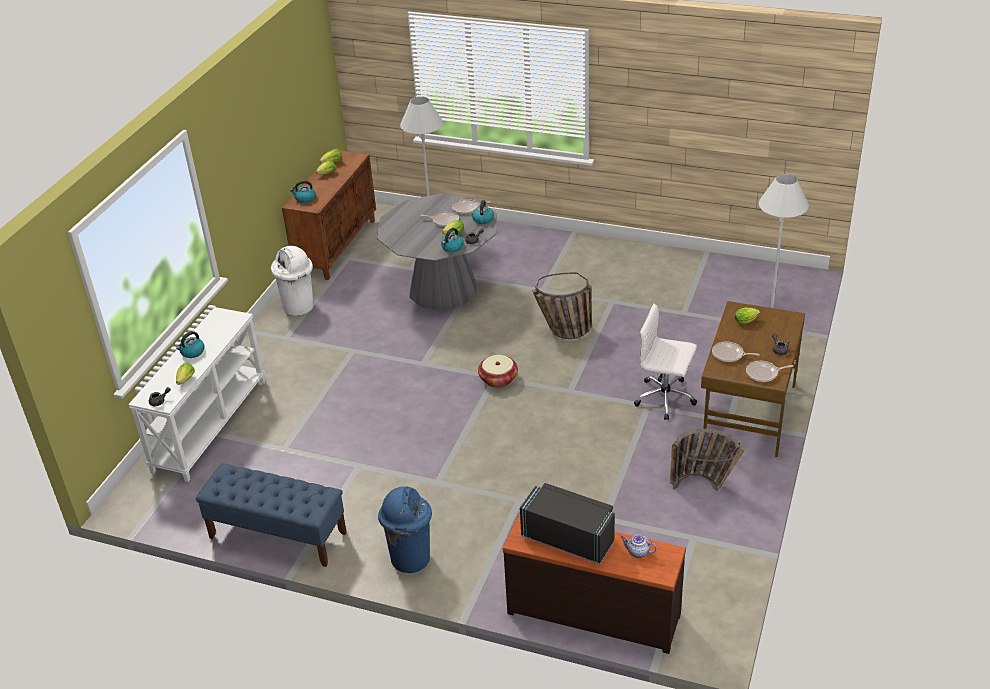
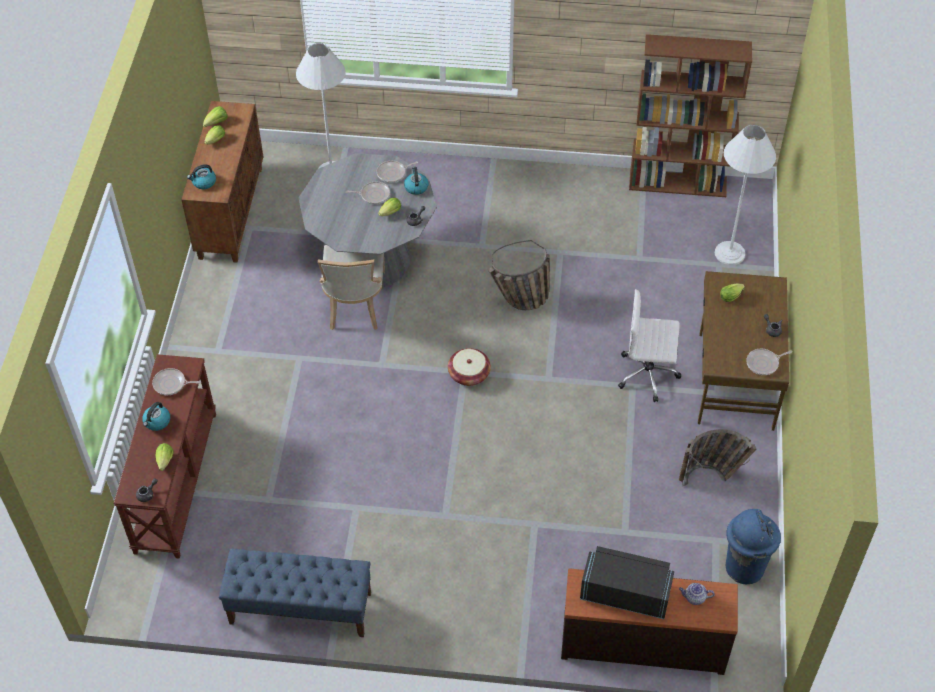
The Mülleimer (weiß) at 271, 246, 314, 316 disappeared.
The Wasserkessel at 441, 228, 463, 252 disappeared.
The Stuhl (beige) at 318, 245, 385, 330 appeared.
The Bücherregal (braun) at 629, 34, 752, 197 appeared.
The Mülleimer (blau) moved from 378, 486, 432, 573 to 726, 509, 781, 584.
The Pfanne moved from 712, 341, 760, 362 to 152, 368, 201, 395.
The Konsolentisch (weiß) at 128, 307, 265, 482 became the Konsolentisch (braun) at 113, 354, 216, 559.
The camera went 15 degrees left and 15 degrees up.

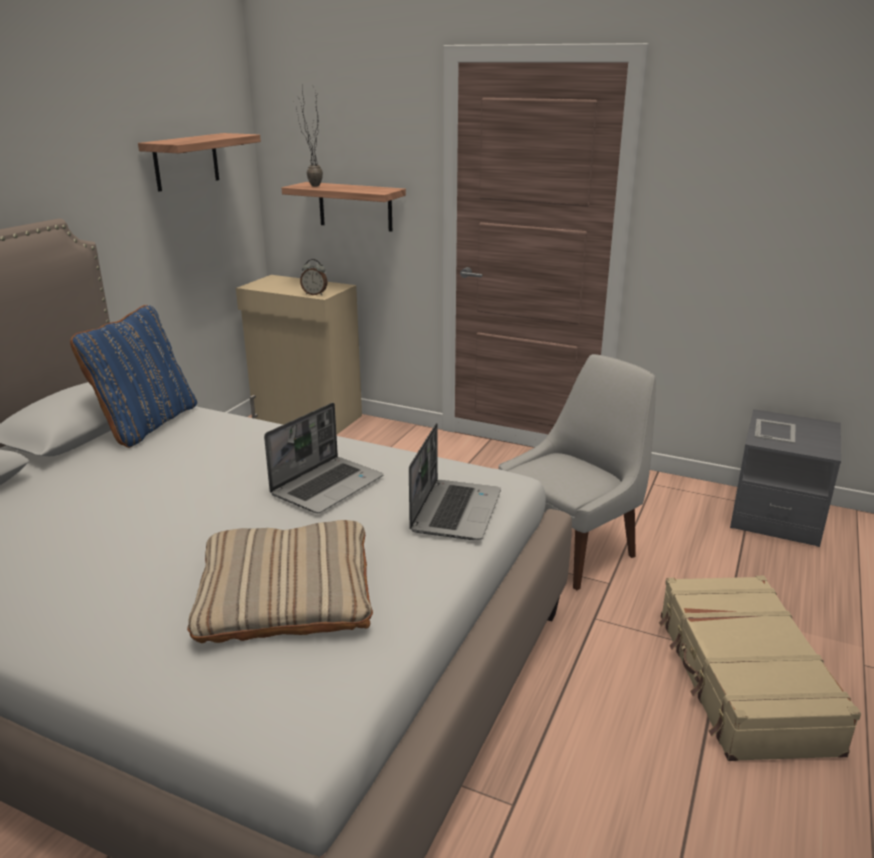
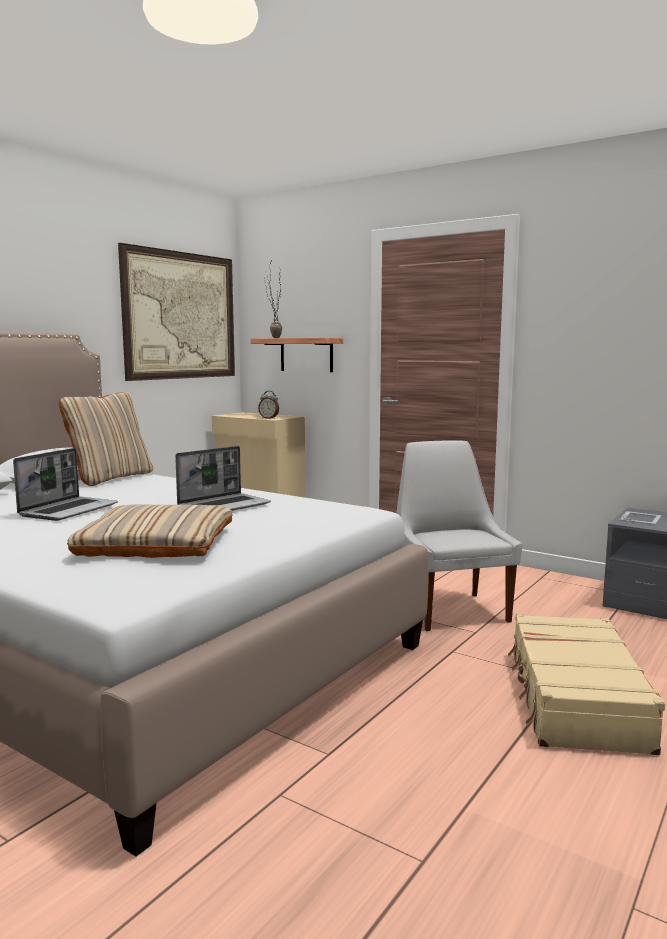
The Laptop moved from 409, 423, 501, 540 to 13, 448, 118, 521.
The Wandregal at 138, 133, 261, 192 was replaced by the Bild at 118, 243, 235, 381.
The Kissen (blau) at 70, 305, 197, 448 became the Kissen (beige) at 59, 392, 153, 486.
The Stuhl (weiß) at 499, 354, 656, 590 turned 75 degrees counterclockwise.
The camera went 10 degrees right and 15 degrees down.

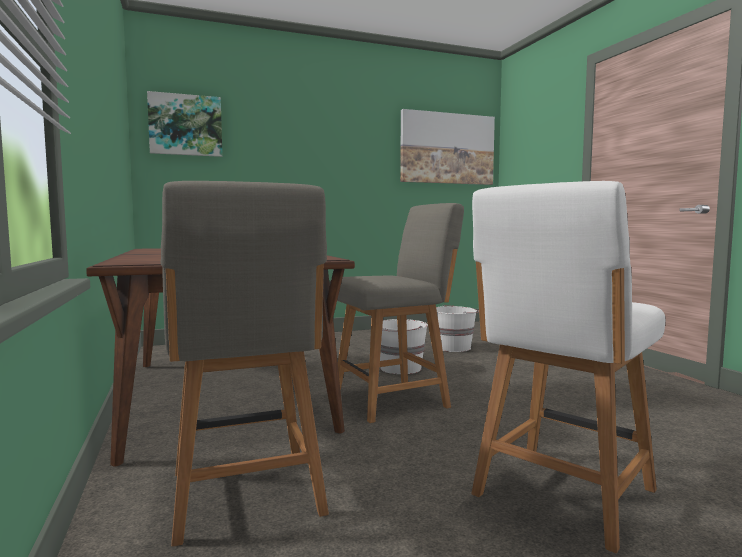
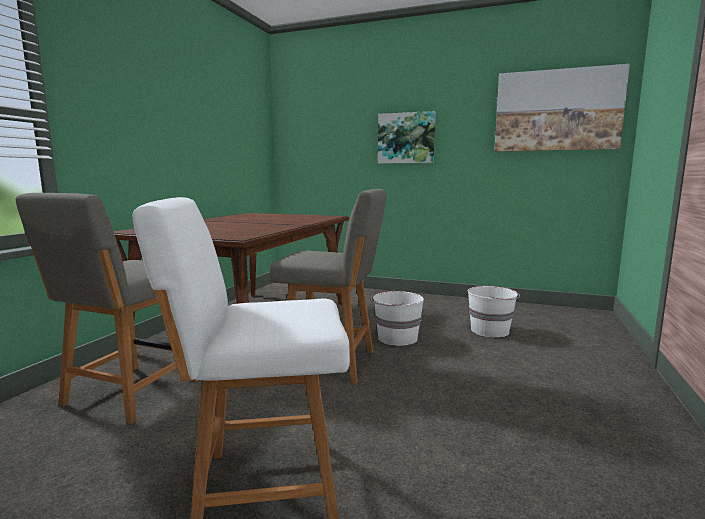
The Bild moved from 147, 91, 222, 157 to 378, 111, 436, 163.
The camera went 40 degrees right and 5 degrees up.

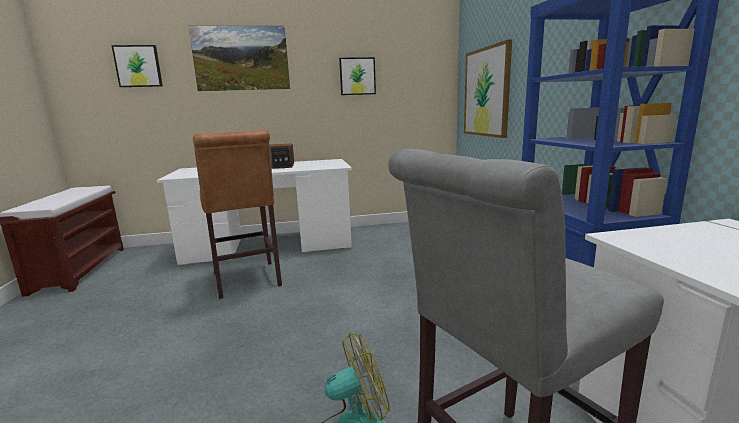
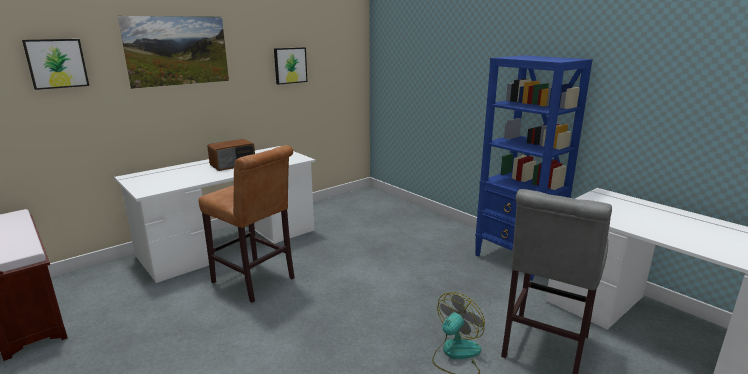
The Bild at 464, 39, 512, 138 disappeared.
The camera went 30 degrees left and 5 degrees up.

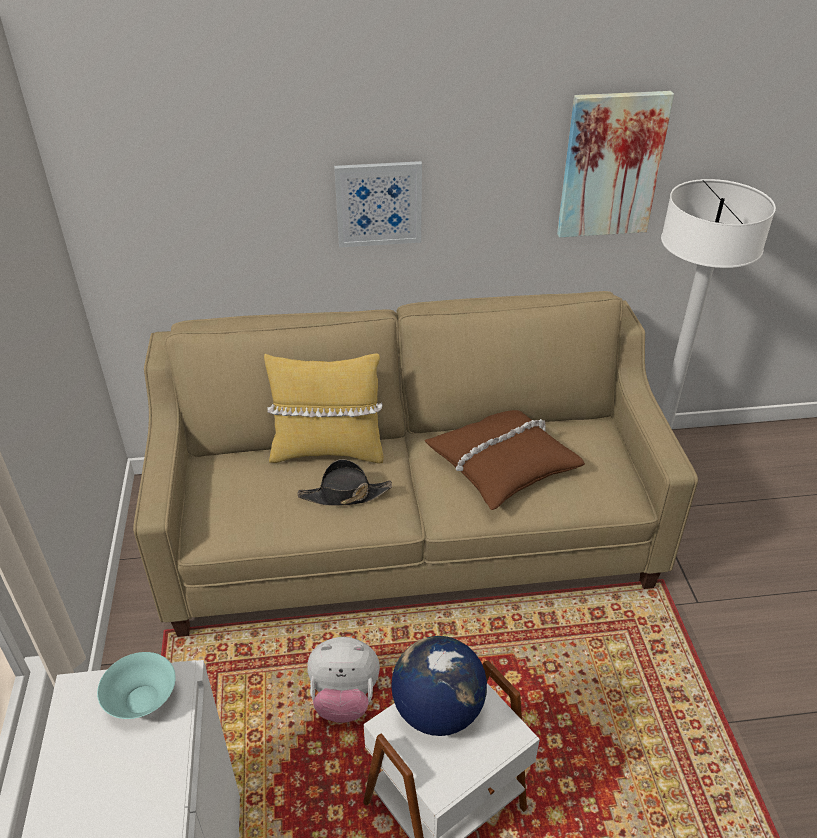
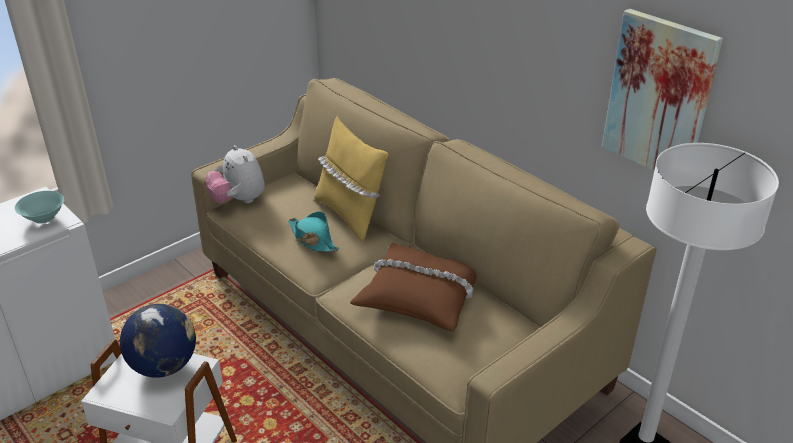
The Bild at 334, 161, 422, 247 disappeared.
The Plüschtier moved from 307, 637, 380, 723 to 206, 145, 265, 203.
The Hut (schwarz) at 298, 459, 392, 506 became the Hut (türkis) at 288, 211, 340, 252.
The camera went 55 degrees right and 5 degrees down.

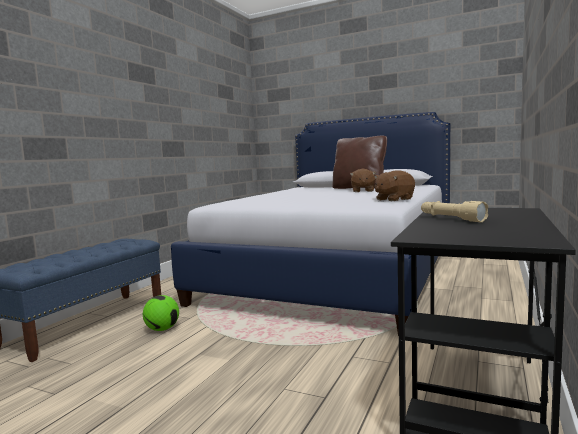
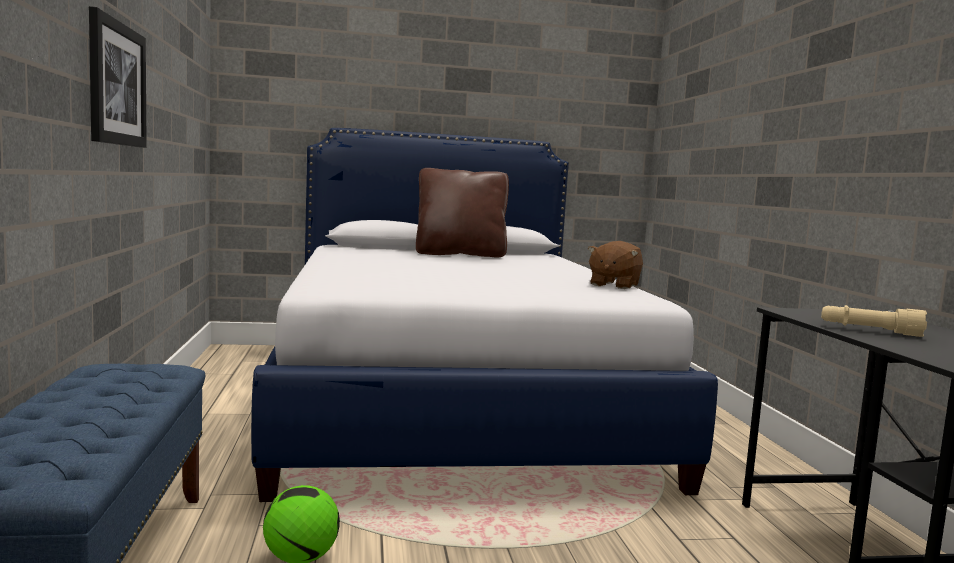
The Plüschtier (braun) at 350, 169, 376, 192 disappeared.
The Bild at 89, 6, 147, 148 appeared.
The camera went 35 degrees left and 0 degrees up.

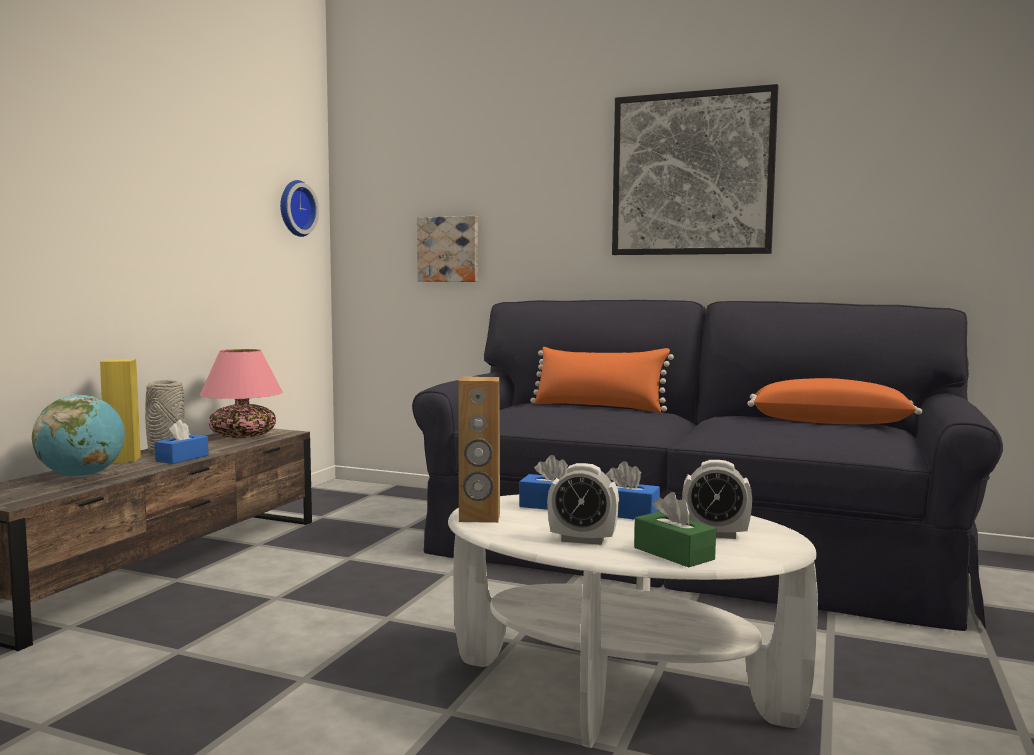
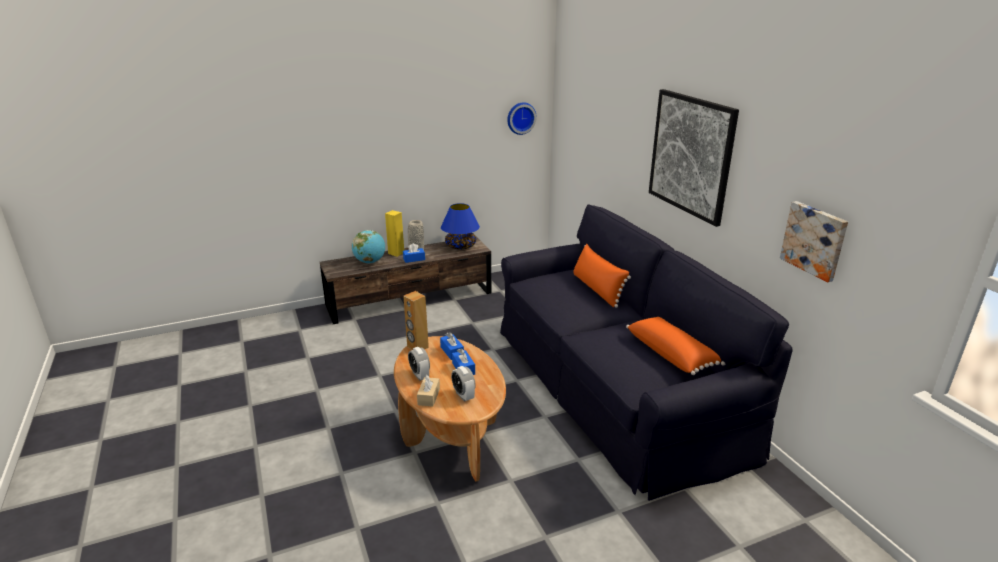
The Bild moved from 417, 216, 478, 282 to 780, 201, 848, 282.
The Tischlampe (rosa) at 200, 349, 283, 438 became the Tischlampe (blau) at 441, 203, 480, 249.
The Couchtisch (weiß) at 448, 494, 818, 748 became the Couchtisch (braun) at 394, 336, 506, 482.
The Taschentuchbox (grün) at 634, 492, 716, 567 became the Taschentuchbox (beige) at 417, 375, 440, 407.
The camera went 45 degrees right and 20 degrees up.

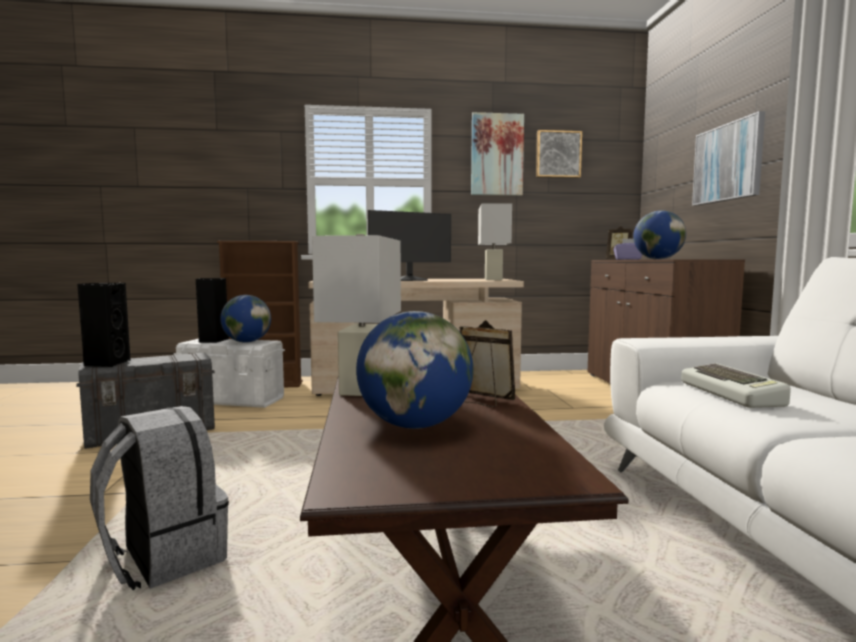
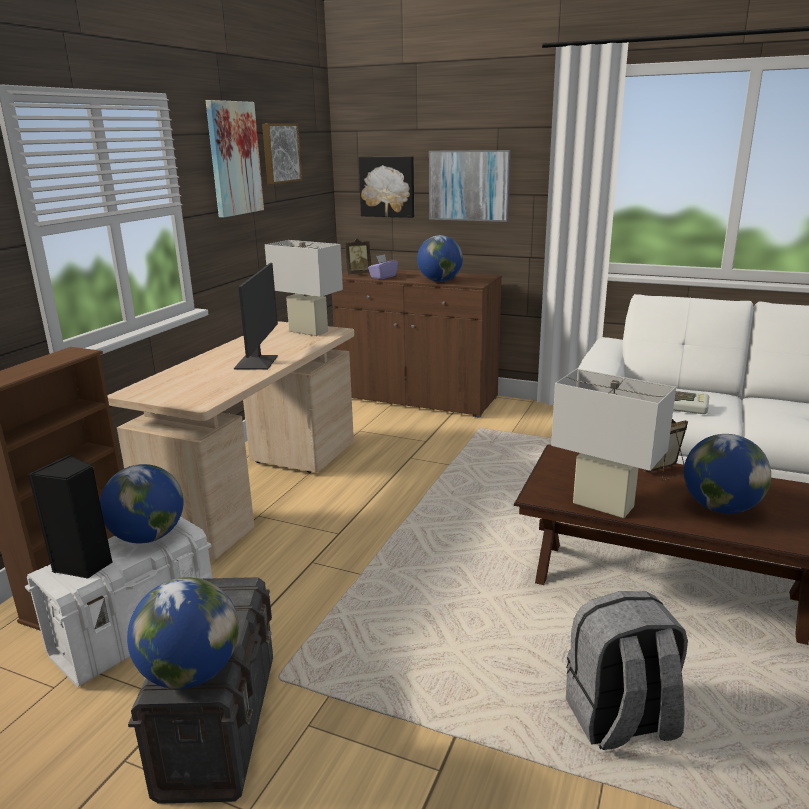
The Bild at 358, 156, 414, 218 appeared.
The Lautsprecher (schwarz) at 77, 283, 131, 367 was replaced by the Globus at 127, 577, 239, 689.
The camera went 60 degrees left and 15 degrees up.

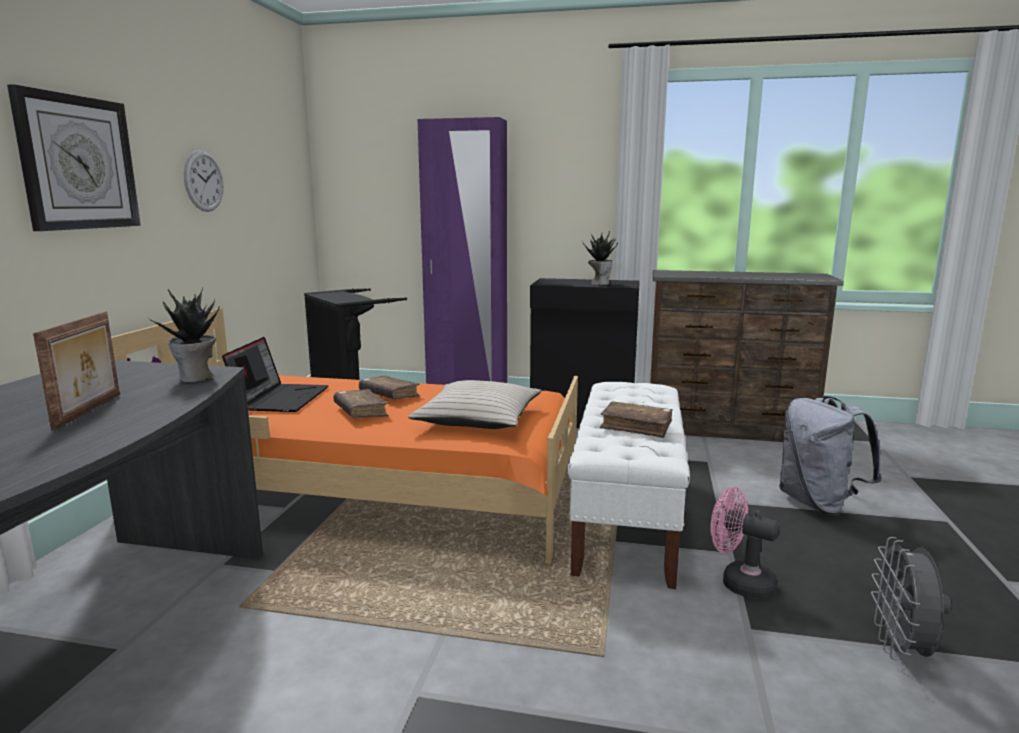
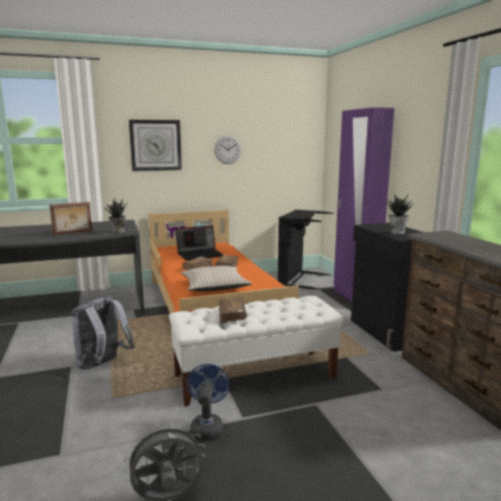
The Rucksack (grau) moved from 779, 396, 882, 516 to 71, 296, 135, 370.
The Ventilator (rosa) at 710, 487, 780, 599 became the Ventilator (blau) at 187, 364, 230, 440.
The camera went 60 degrees right and 0 degrees up.

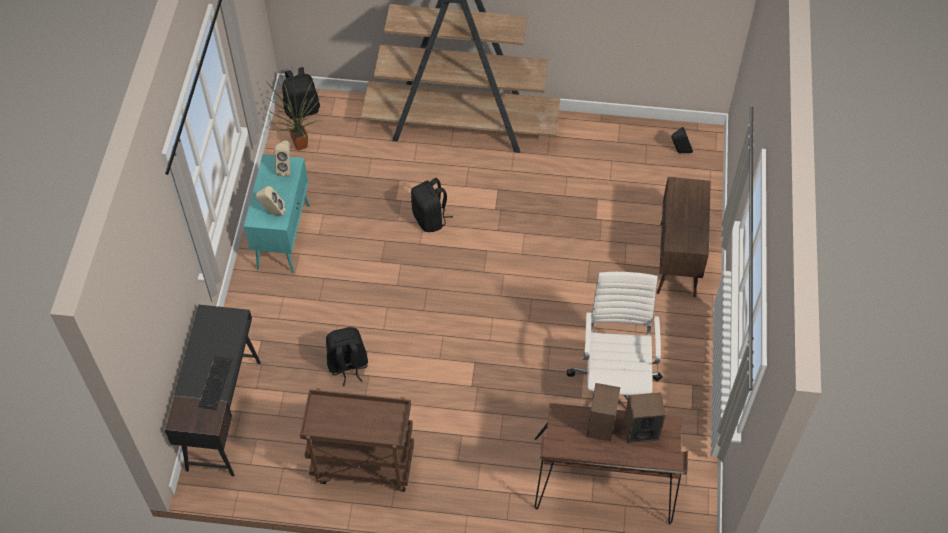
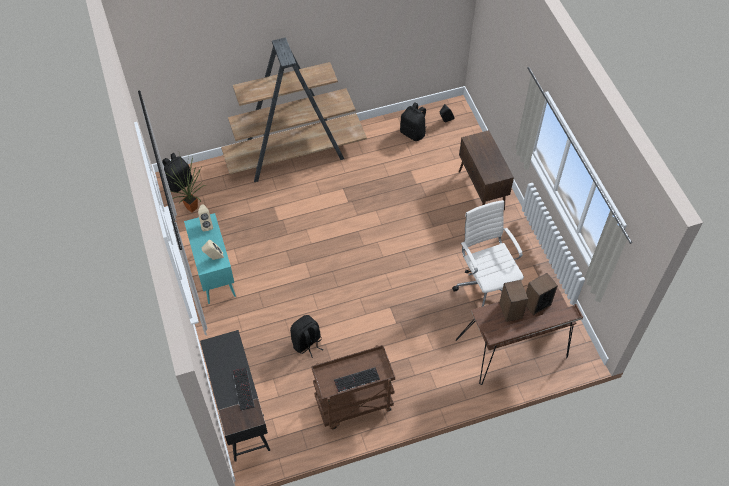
The Tastatur at 334, 367, 380, 392 appeared.
The Rucksack (schwarz) moved from 411, 178, 453, 232 to 400, 102, 426, 141.
The camera went 25 degrees left and 0 degrees up.

